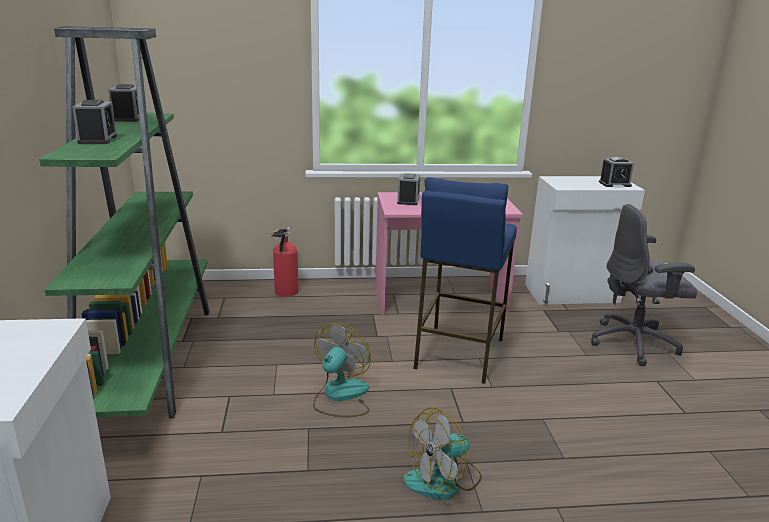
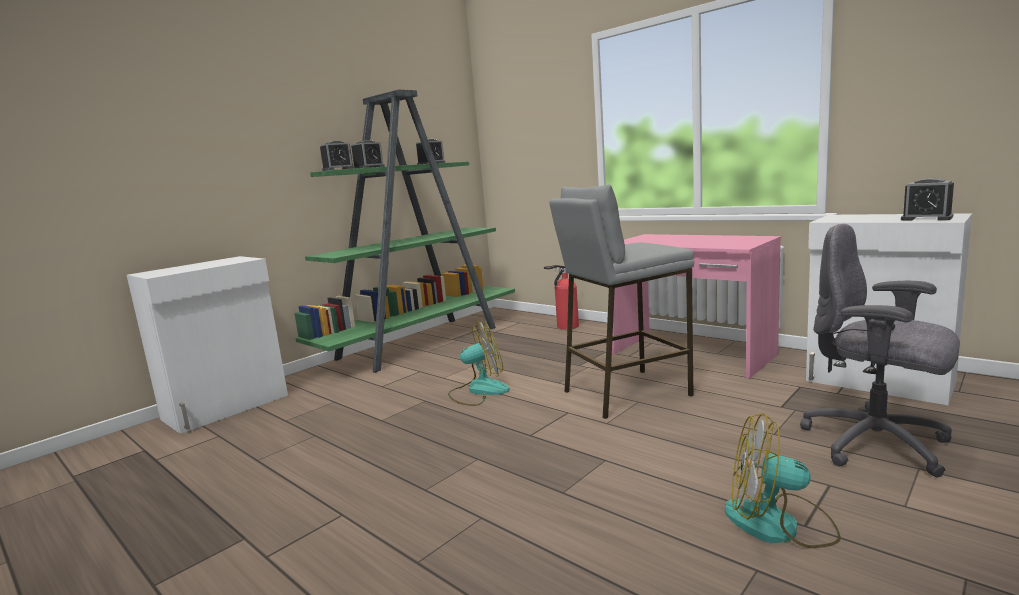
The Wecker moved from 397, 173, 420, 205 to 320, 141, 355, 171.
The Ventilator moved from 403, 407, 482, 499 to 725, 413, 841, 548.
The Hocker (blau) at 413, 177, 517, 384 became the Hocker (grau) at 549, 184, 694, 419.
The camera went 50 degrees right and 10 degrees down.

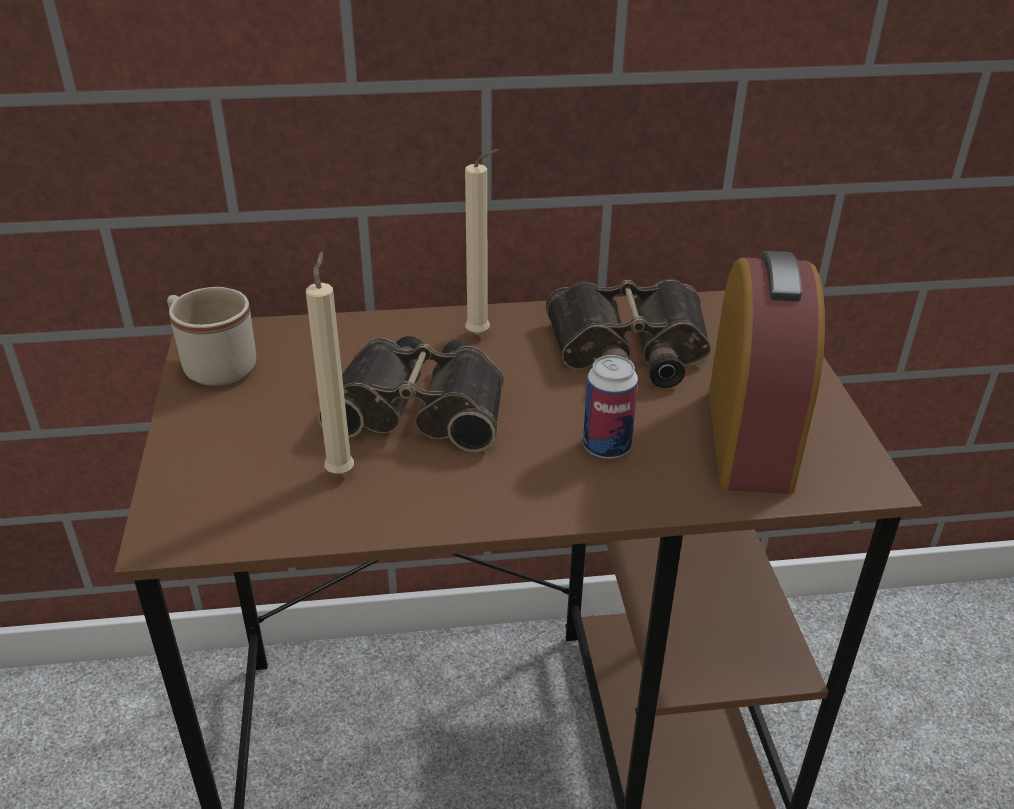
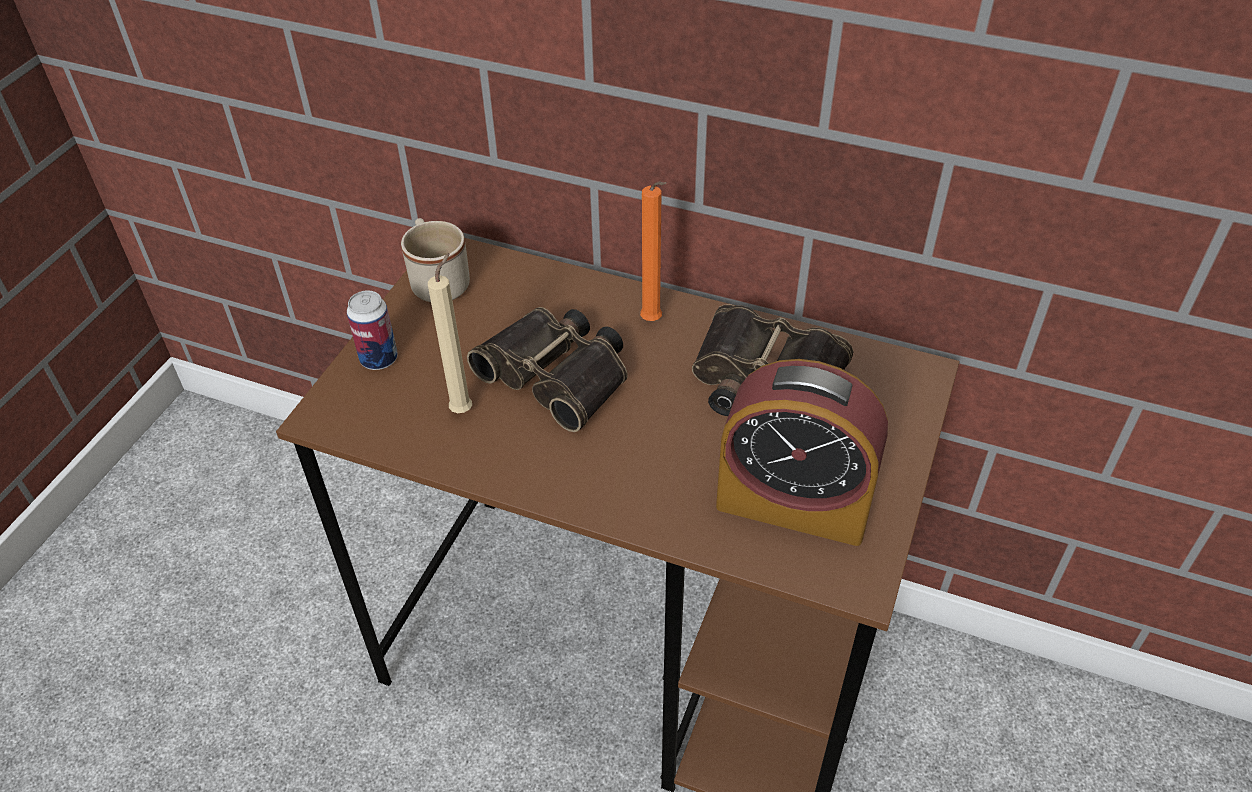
The Dose moved from 583, 355, 638, 459 to 347, 290, 398, 370.
The Kerze (beige) at 465, 149, 499, 335 became the Kerze (orange) at 640, 182, 667, 321.
The Wecker at 709, 251, 825, 494 turned 75 degrees clockwise.
The camera went 30 degrees right and 10 degrees up.

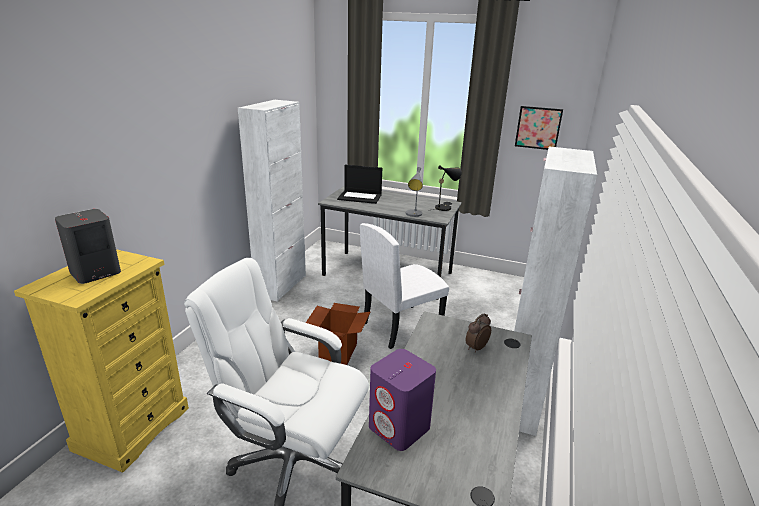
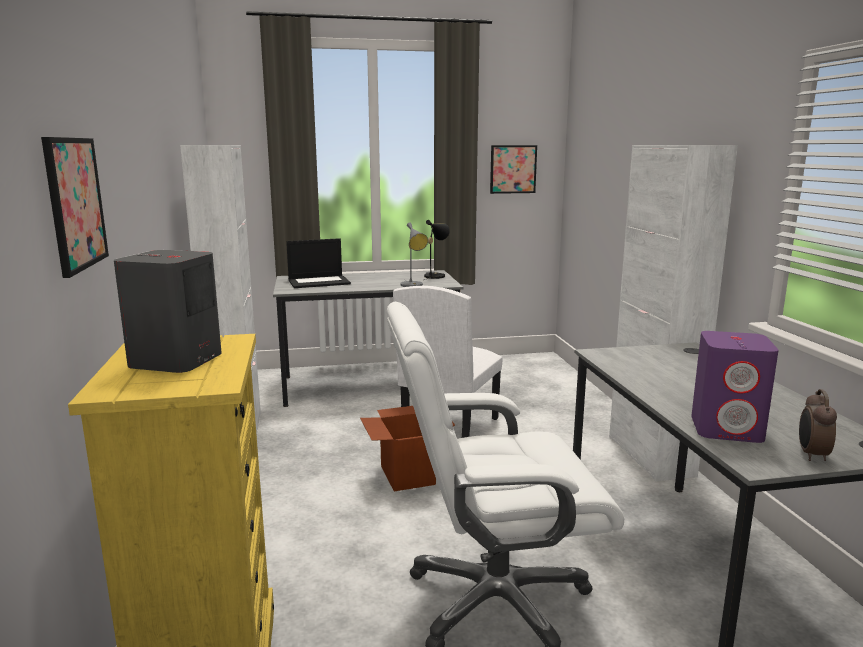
The Bild at 41, 137, 109, 278 appeared.
The Wecker moved from 466, 313, 491, 353 to 799, 389, 837, 461.
The camera went 30 degrees left and 10 degrees down.

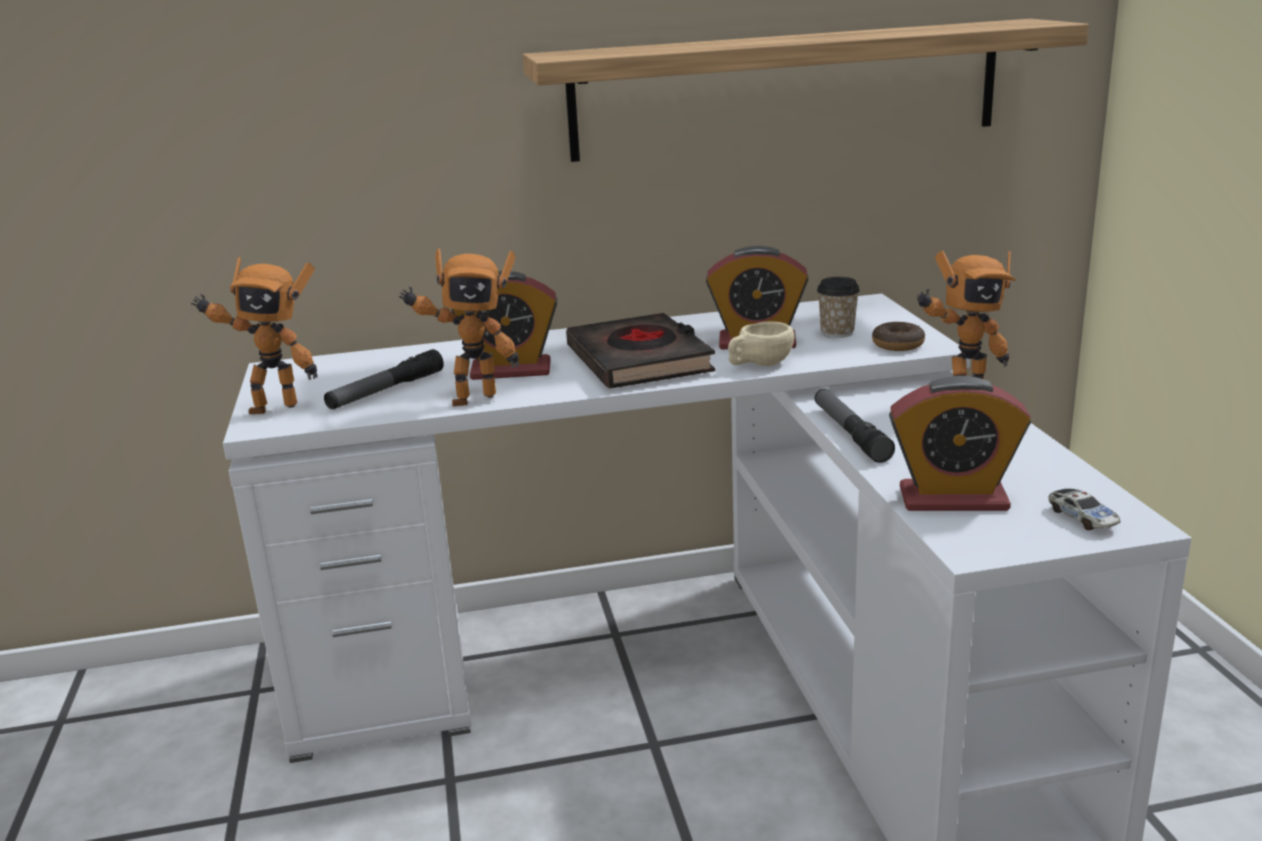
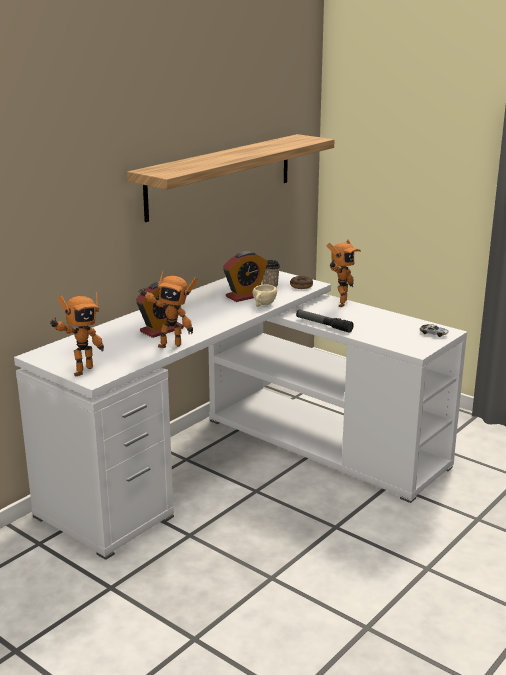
The Taschenlampe at 324, 349, 444, 409 disappeared.
The Buch (schwarz) at 566, 313, 715, 388 disappeared.
The Wecker at 889, 376, 1031, 511 disappeared.
The Spielzeugroboter at 399, 249, 519, 406 turned 60 degrees clockwise.
The camera went 40 degrees left and 0 degrees up.

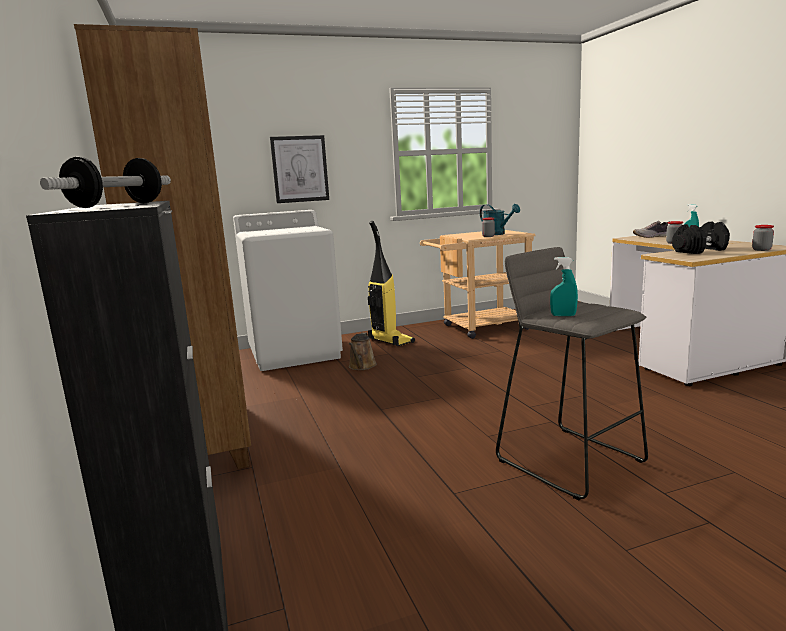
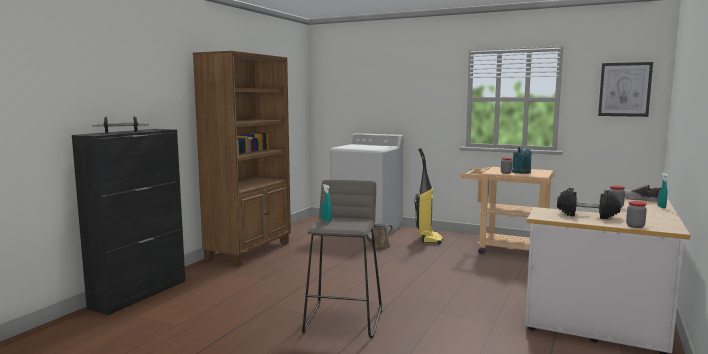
The Bild moved from 270, 135, 329, 203 to 598, 62, 653, 117.
The camera went 45 degrees right and 5 degrees down.

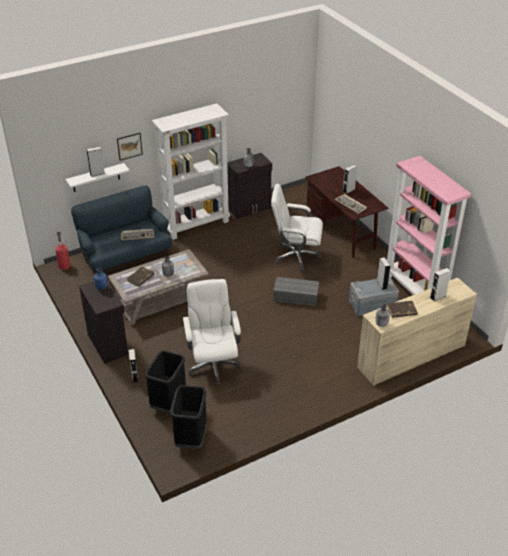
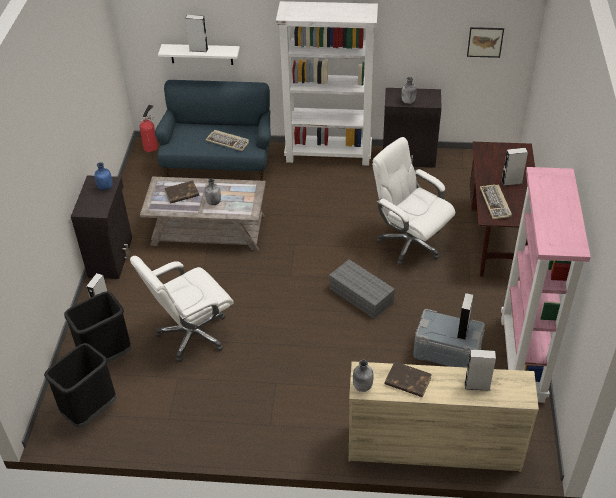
The Bild moved from 117, 133, 143, 161 to 467, 27, 504, 58.
The Bürostuhl (weiß) at 183, 279, 242, 385 turned 150 degrees counterclockwise.
The camera went 35 degrees right and 5 degrees up.

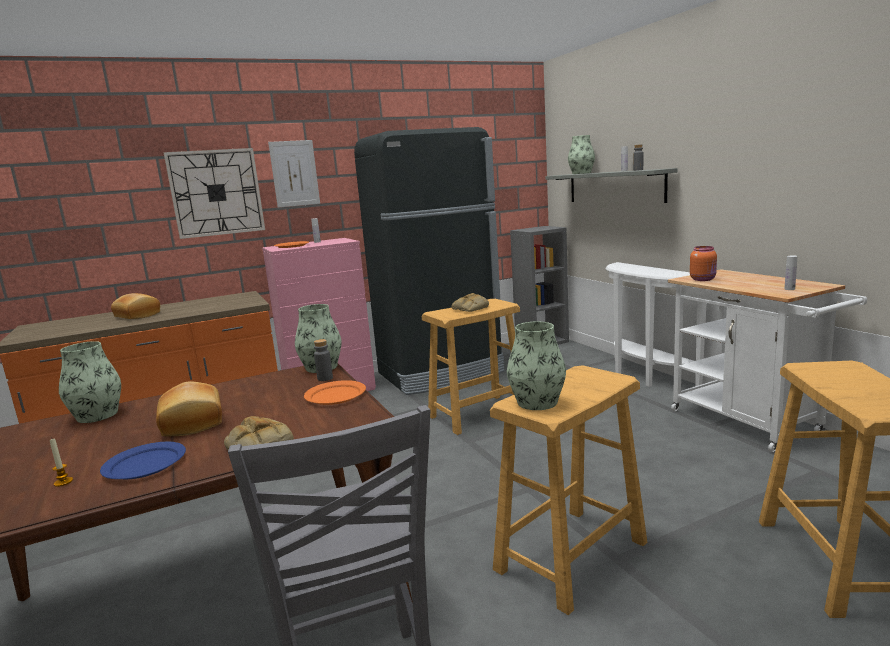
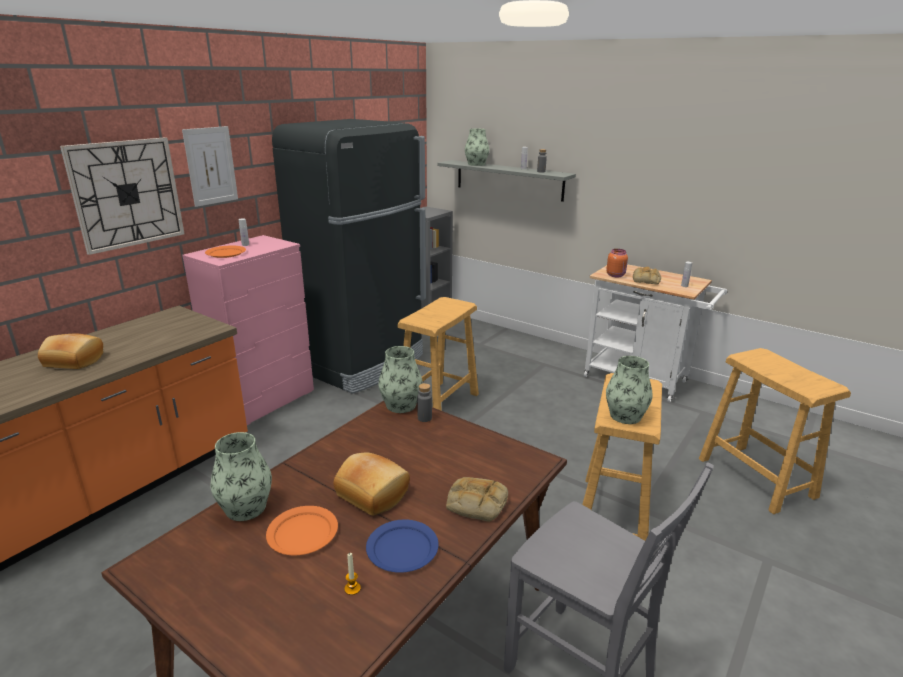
The Konsolentisch (weiß) at 605, 262, 707, 387 disappeared.
The Teller (orange) moved from 304, 380, 366, 405 to 266, 506, 338, 555.
The Brot moved from 452, 293, 489, 312 to 633, 267, 661, 285.
The camera went 30 degrees left and 10 degrees up.

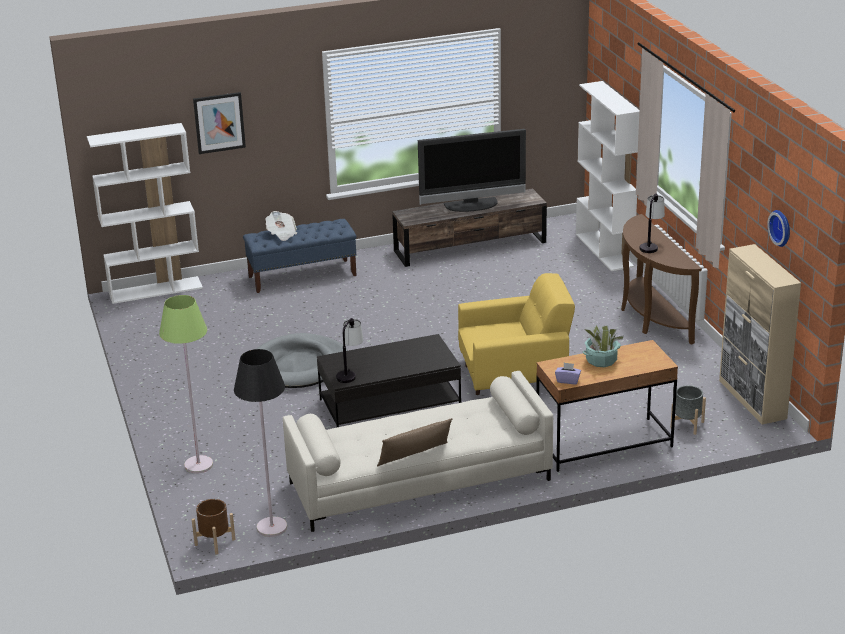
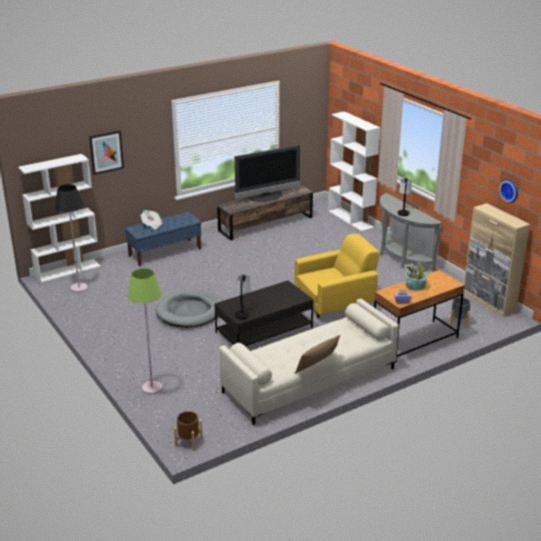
The Stehlampe (schwarz) moved from 234, 349, 287, 537 to 55, 184, 88, 292.
The Konsolentisch (braun) at 621, 214, 702, 344 became the Konsolentisch (grau) at 380, 193, 443, 272.
The camera went 15 degrees left and 0 degrees up.

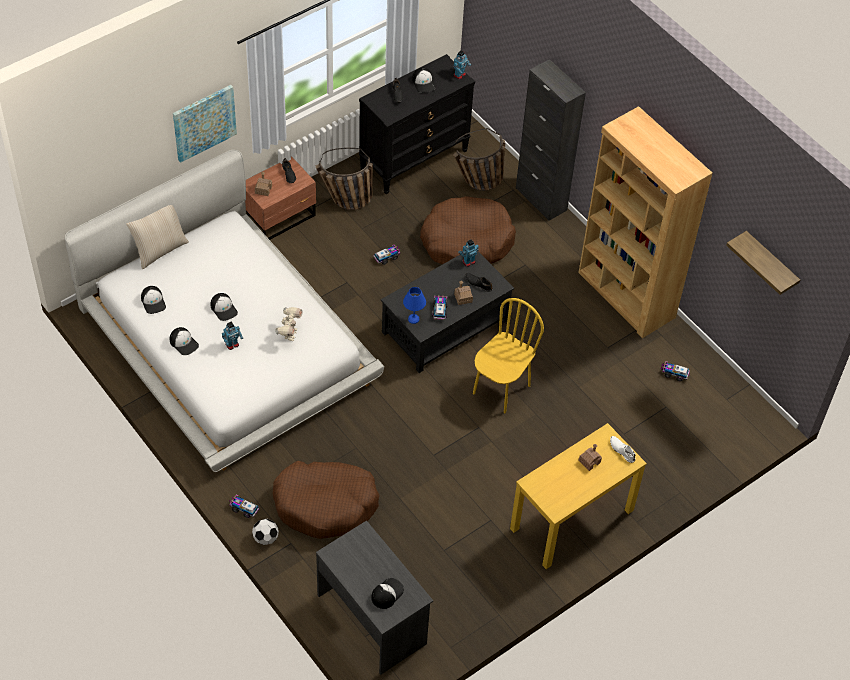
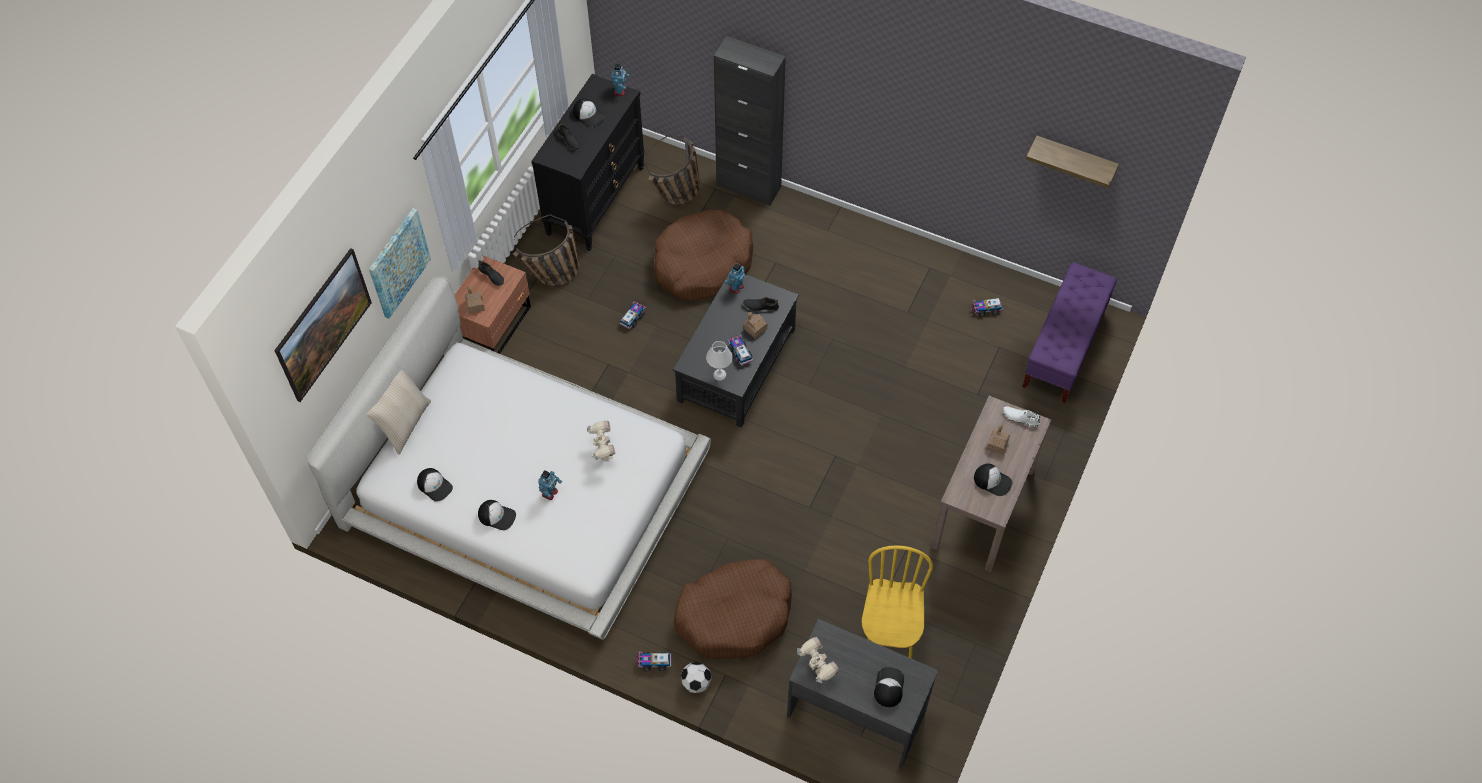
The Bücherregal (braun) at 578, 106, 713, 339 disappeared.
The Bild at 274, 248, 372, 402 appeared.
The Spielzeugroboter at 797, 637, 840, 684 appeared.
The Bank (lila) at 1022, 263, 1117, 403 appeared.
The Kappe moved from 211, 293, 238, 321 to 974, 463, 1012, 496.
The Stuhl (gelb) moved from 473, 298, 544, 413 to 862, 545, 933, 659.
The Tischlampe (blau) at 403, 287, 426, 324 became the Tischlampe (weiß) at 706, 341, 733, 381.
The Konsolentisch (gelb) at 510, 423, 647, 569 became the Konsolentisch (braun) at 931, 396, 1051, 572.
The camera went 25 degrees left and 5 degrees up.

